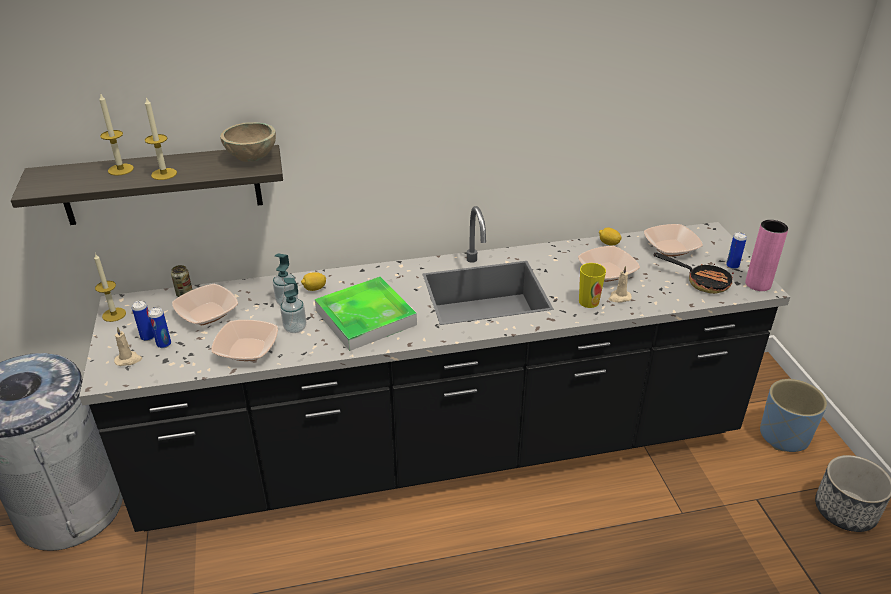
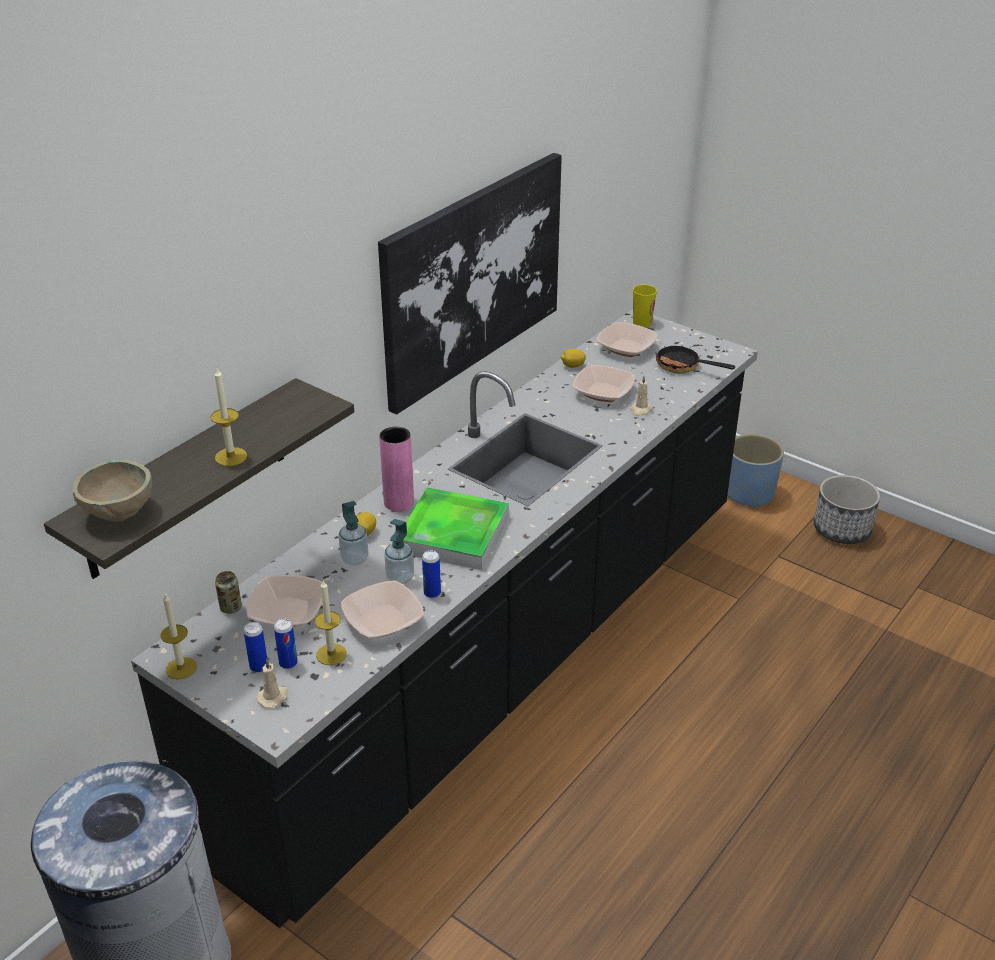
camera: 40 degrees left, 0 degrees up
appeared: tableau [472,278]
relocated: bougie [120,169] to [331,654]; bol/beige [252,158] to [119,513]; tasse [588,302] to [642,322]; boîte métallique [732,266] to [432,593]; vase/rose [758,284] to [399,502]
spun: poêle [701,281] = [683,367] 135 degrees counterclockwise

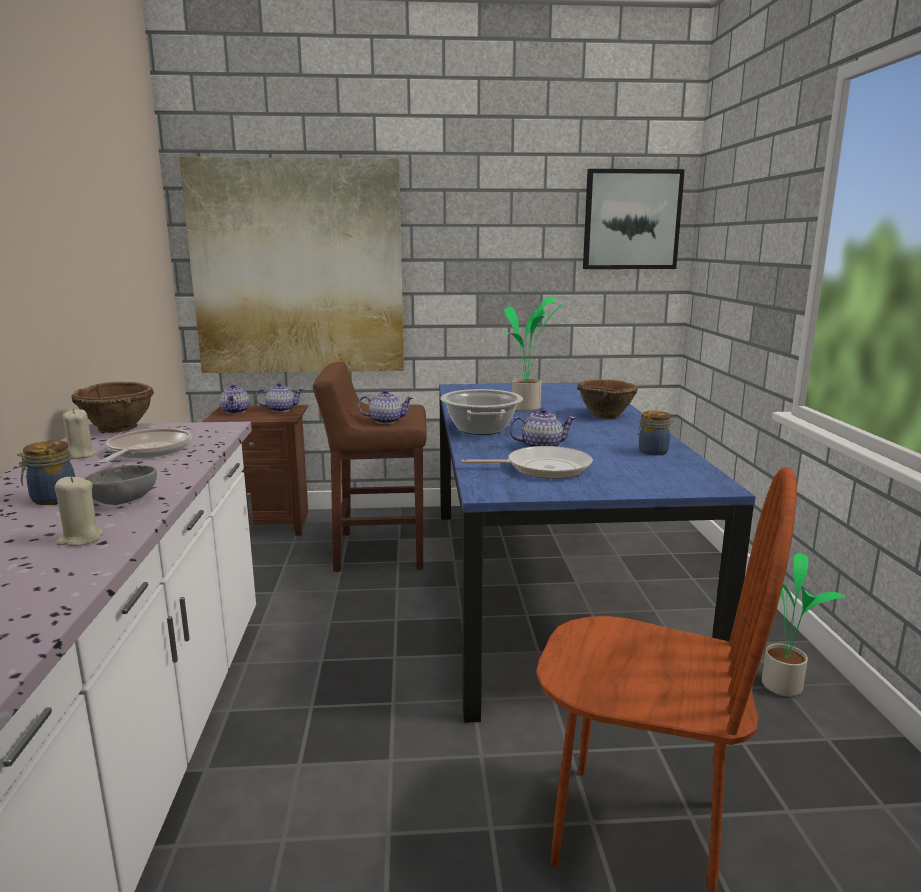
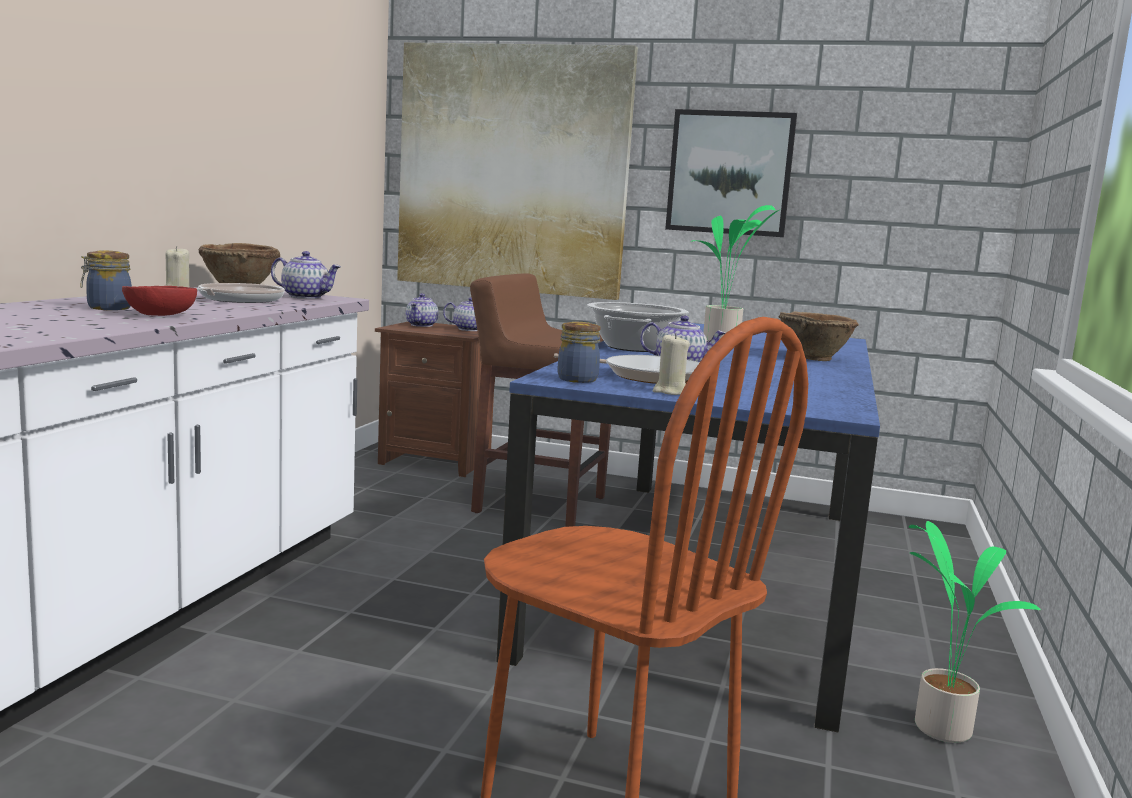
camera: 20 degrees right, 5 degrees down
relocated: bougie/beige [80,539] to [670,392]; théière [386,421] to [306,297]; tableau [631,220] to [730,173]; bocal [652,451] to [576,379]
colour: bol/gris [121,500] to bol/rouge [159,315]

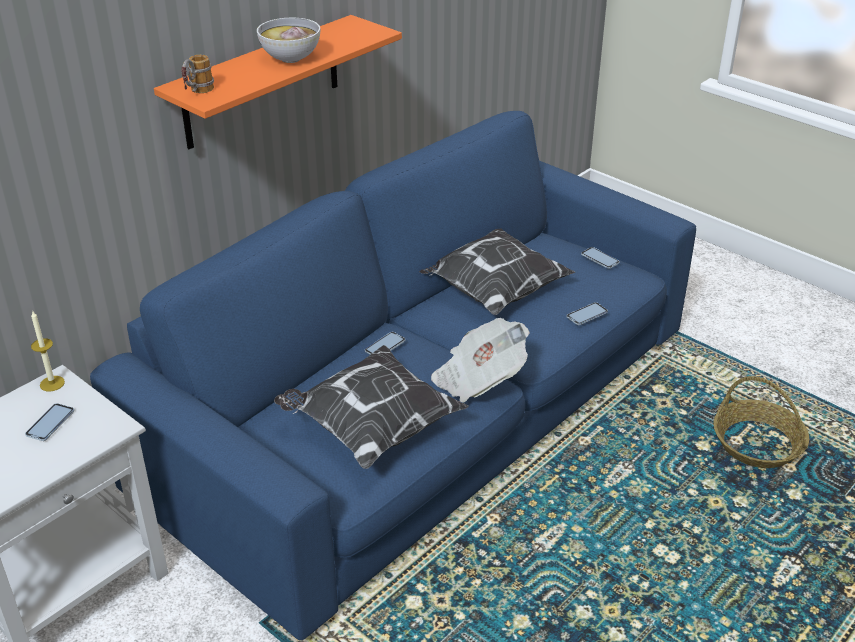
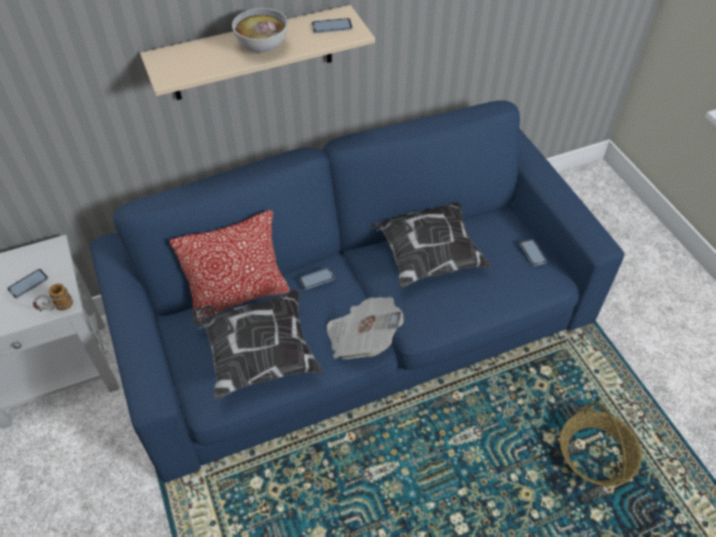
camera: 25 degrees right, 15 degrees up
missing: bougie [52,383]
appeared: coussin [239,295]
relocated: mug [197,93] to [57,309]; téléphone [587,314] to [332,27]
colour: étagère/orange [262,82] to étagère/beige [252,54]

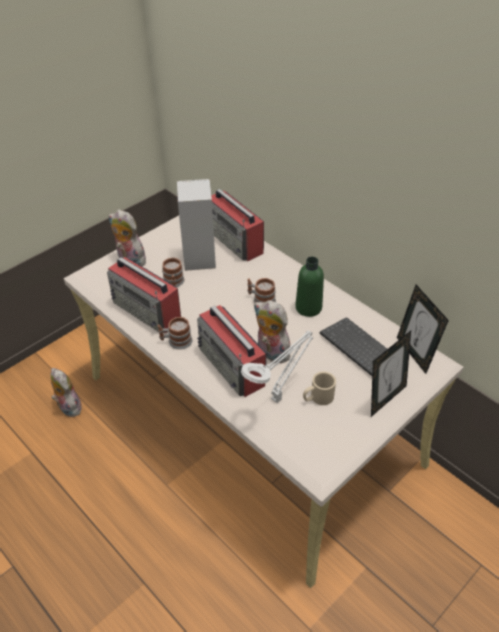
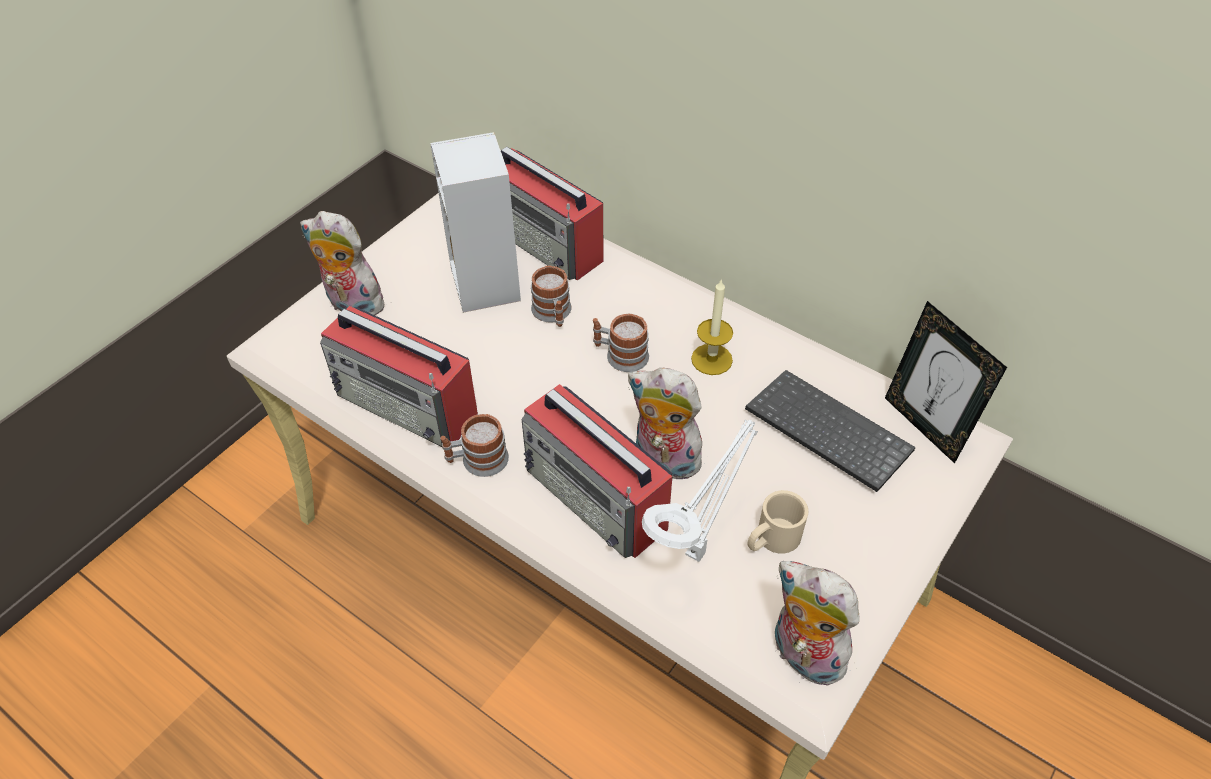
camera: 10 degrees left, 5 degrees up
missing: cadre photo [385,398]
relocated: peluche [68,407] to [802,656]; mug [174,283] to [553,314]
exchanged: bouteille/vert [308,307] to bougie [711,359]

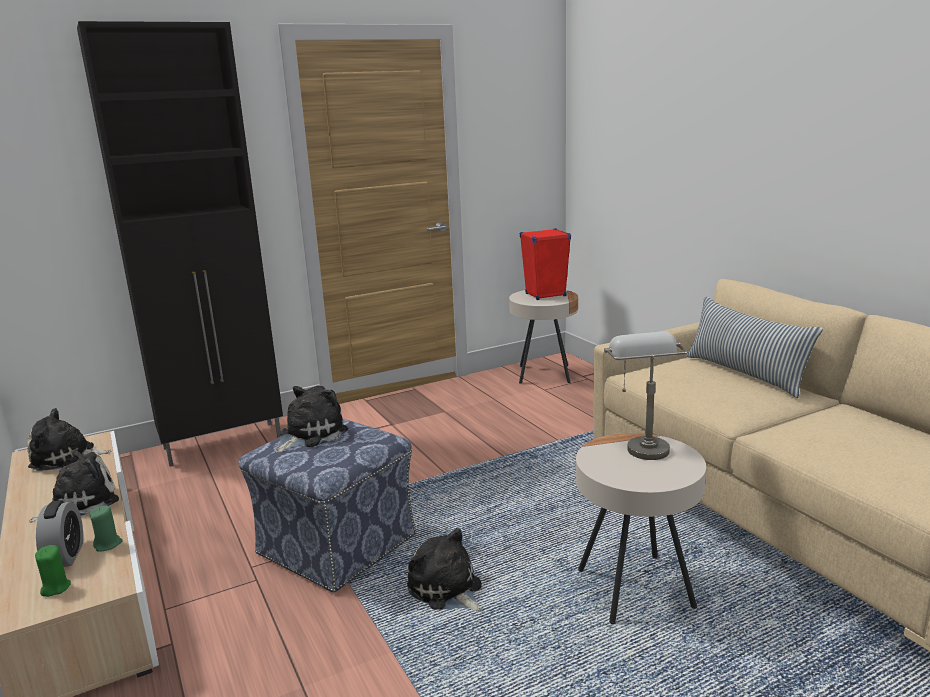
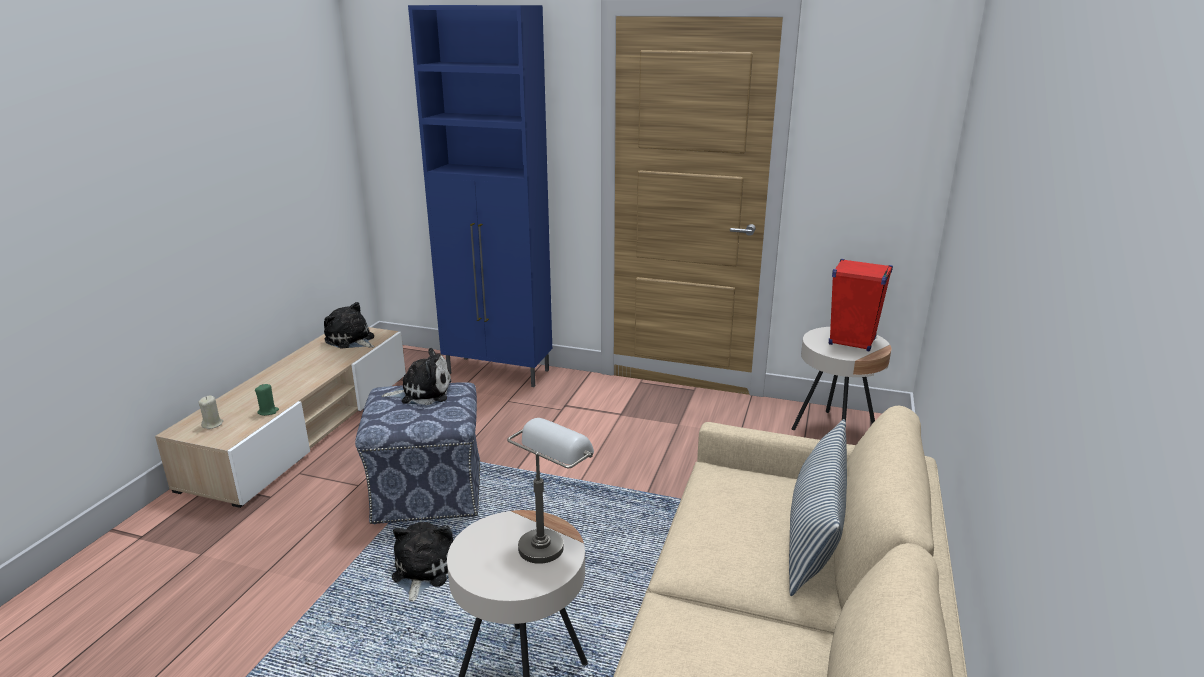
camera: 45 degrees right, 5 degrees up
missing: peluche [80,502]; réveil [65,556]
colour: bougie/vert [55,588] to bougie/beige [213,424]; meuble de rangement/noir [225,443] to meuble de rangement/bleu [499,372]

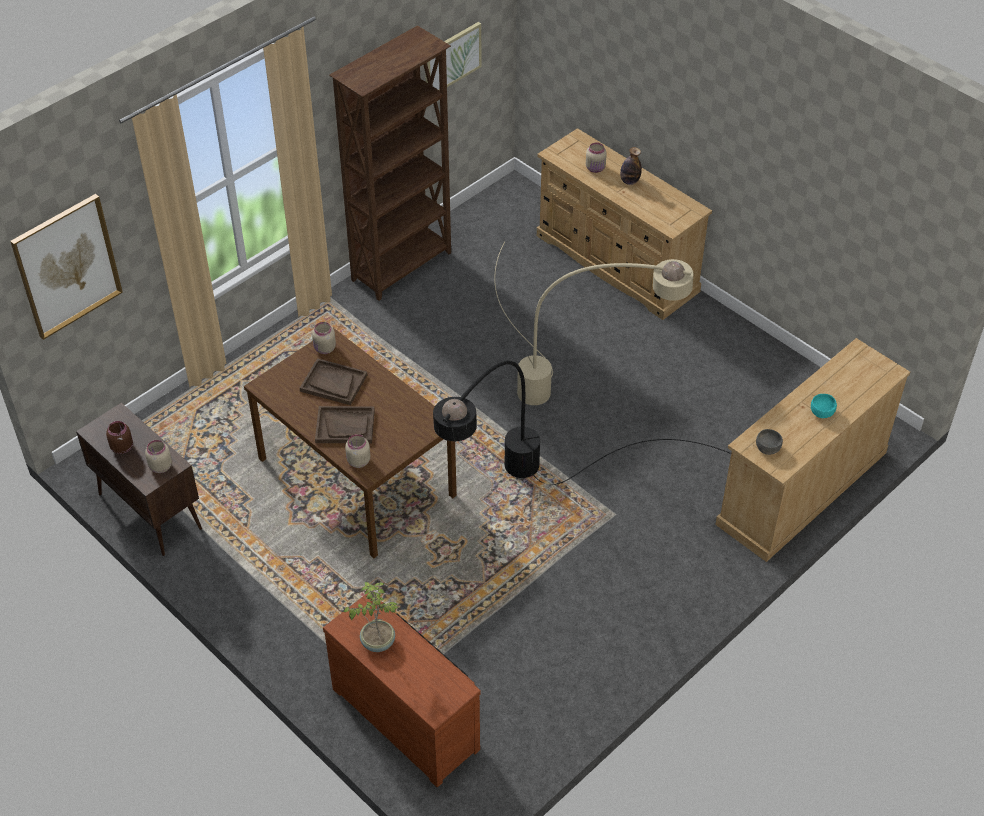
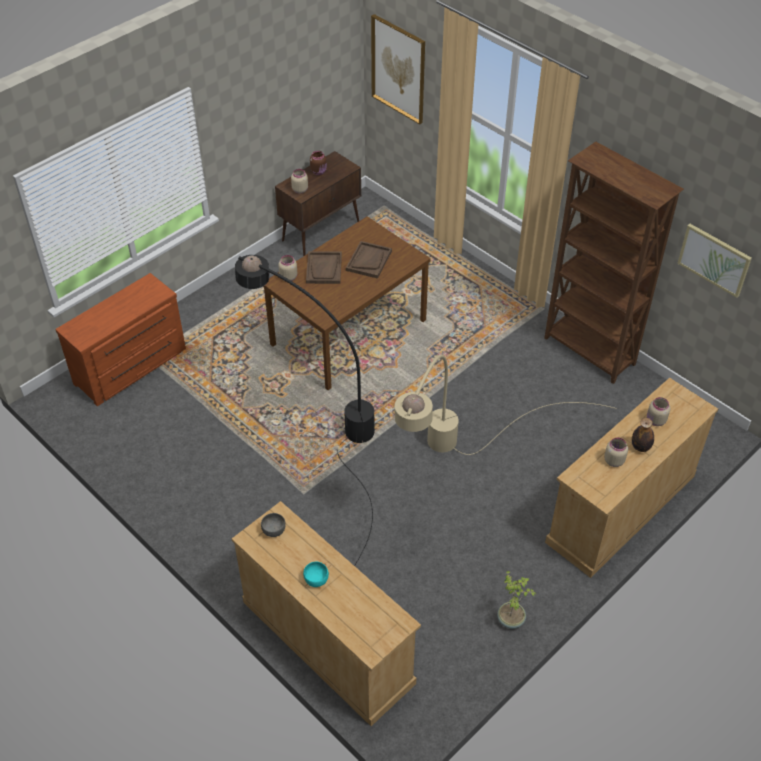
camera: 90 degrees right, 0 degrees up
relocated: bocal/beige [324,349] to [613,460]; plante en pot [377,641] to [511,619]

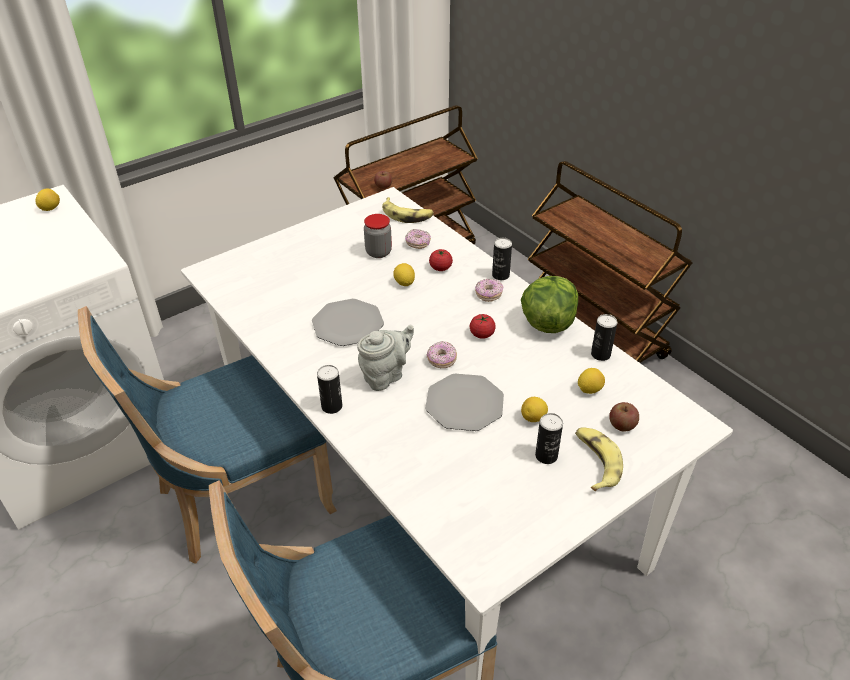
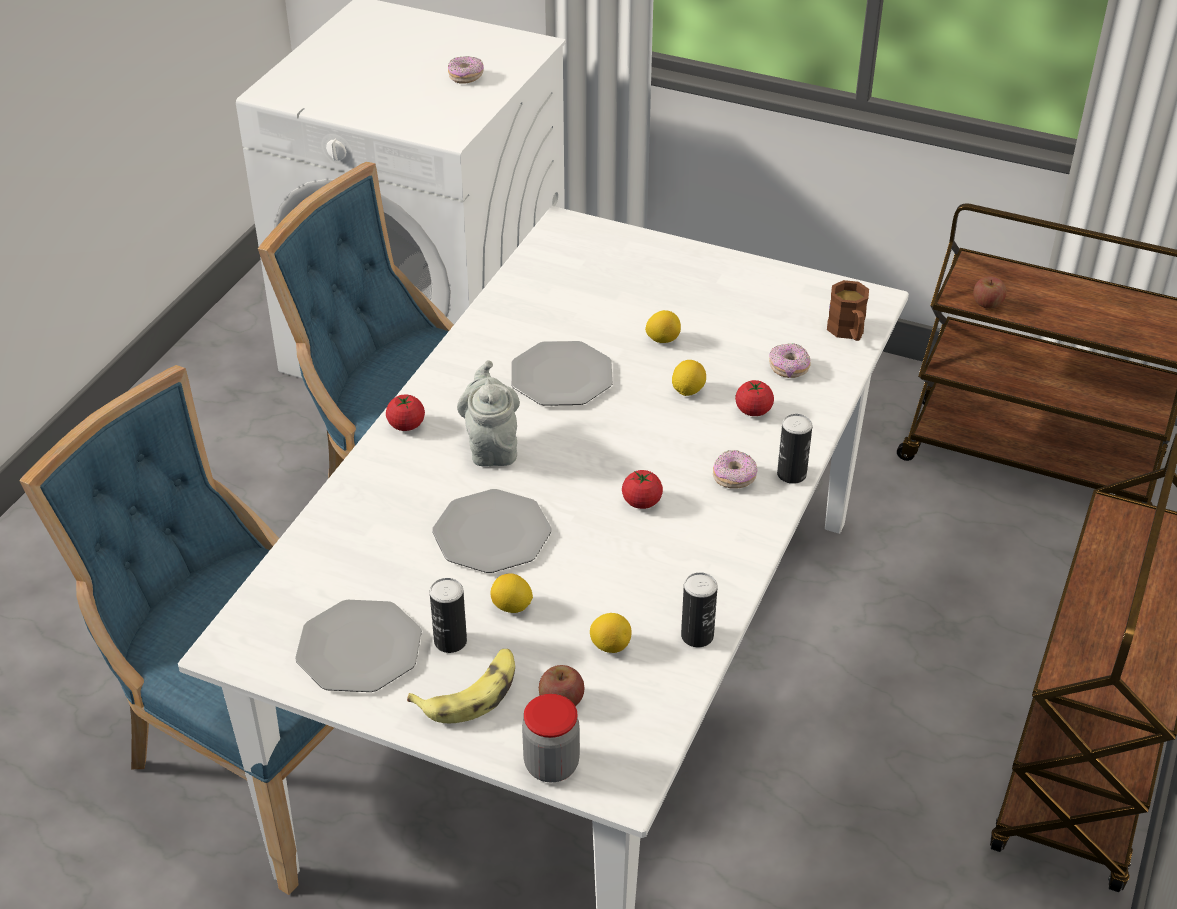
camera: 60 degrees right, 0 degrees up
missing: laitue [547,322]
appeared: assiette [359,649]
relocated: citron [50,208] to [663,339]; bocal [378,252] to [551,765]; beignet [441,360] to [466,77]
exchanged: boîte métallique [332,406] to tomate [406,425]; banane [407,215] to mug/marron [848,332]
spun: théière/gris [386,375] = [491,446] 120 degrees counterclockwise

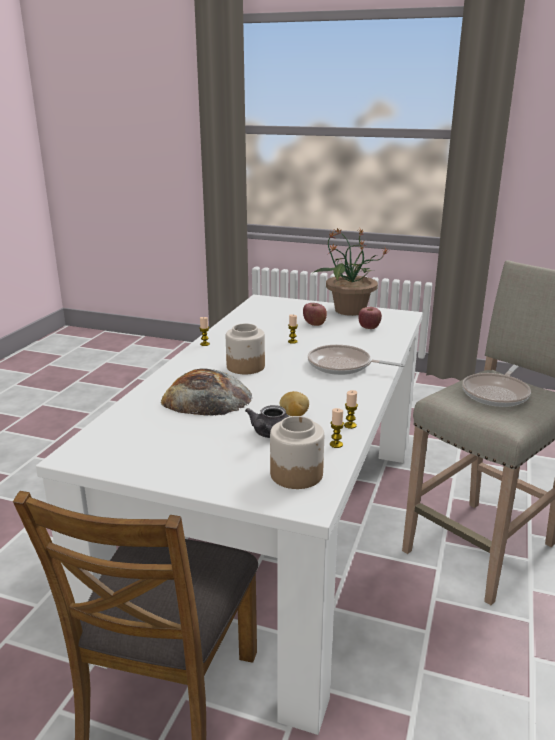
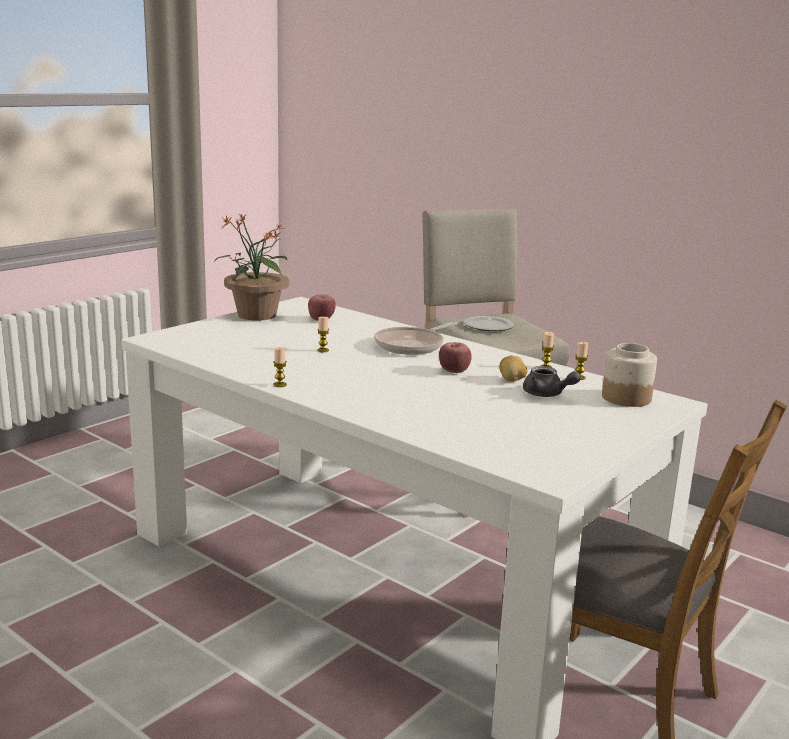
camera: 70 degrees left, 5 degrees down
missing: pain [206,398]; bocal [245,367]
relocated: pomme [314,324] to [454,371]
exchanged: poêle [497,393] to assiette [488,326]

